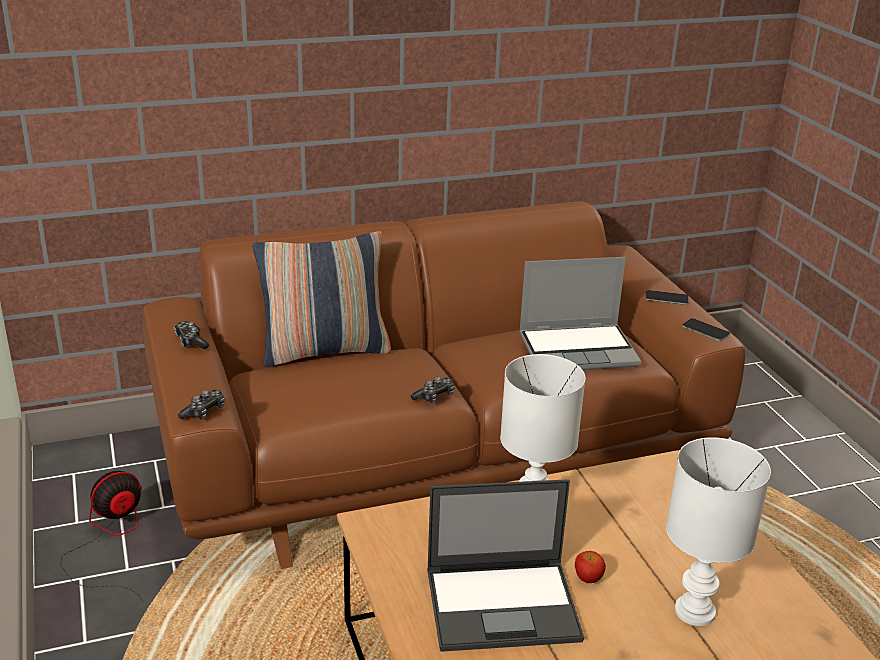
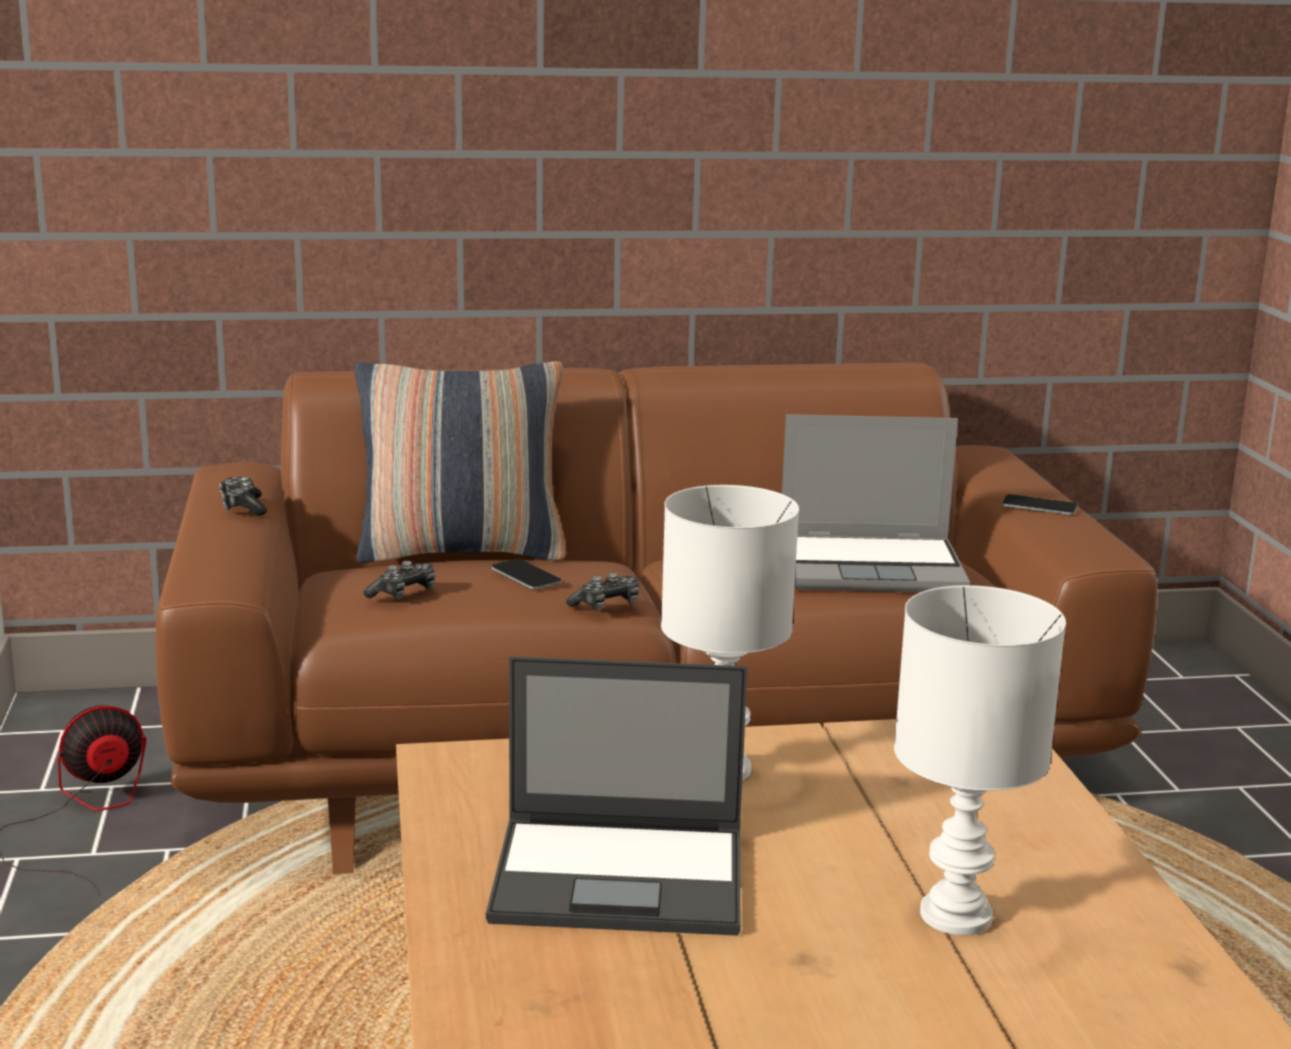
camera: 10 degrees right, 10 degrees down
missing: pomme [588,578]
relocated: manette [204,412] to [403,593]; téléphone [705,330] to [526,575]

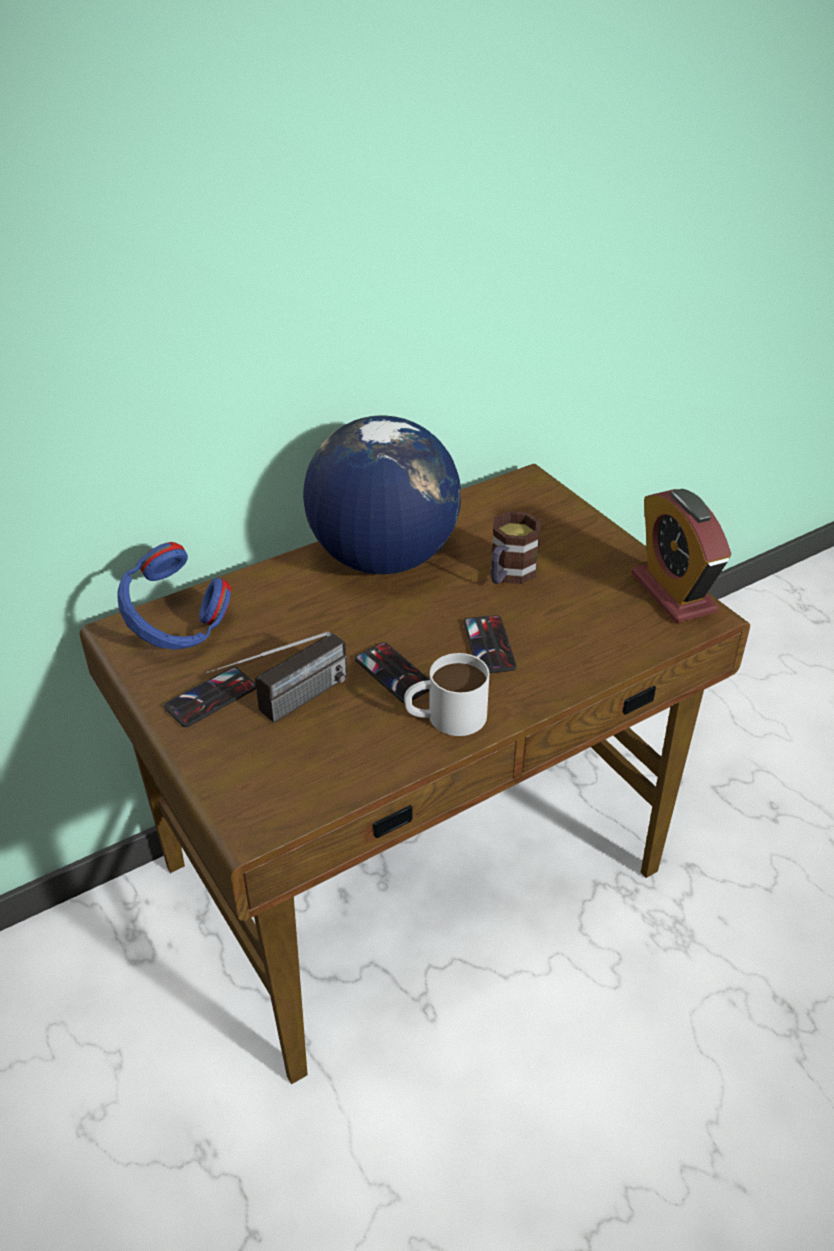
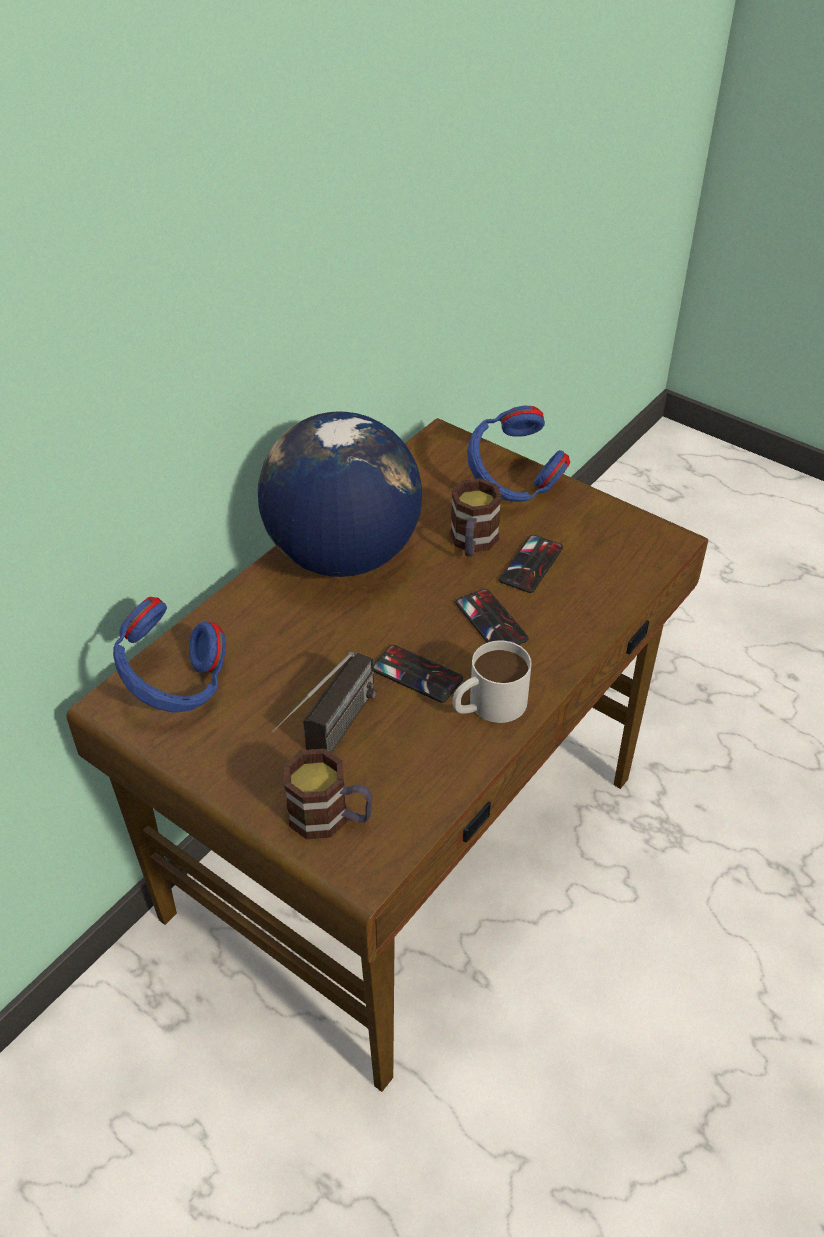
camera: 20 degrees left, 5 degrees up
missing: réveil [673,593]
appeared: mug [330,818]; casque audio/bleu [513,484]
relocated: téléphone [211,697] to [531,564]

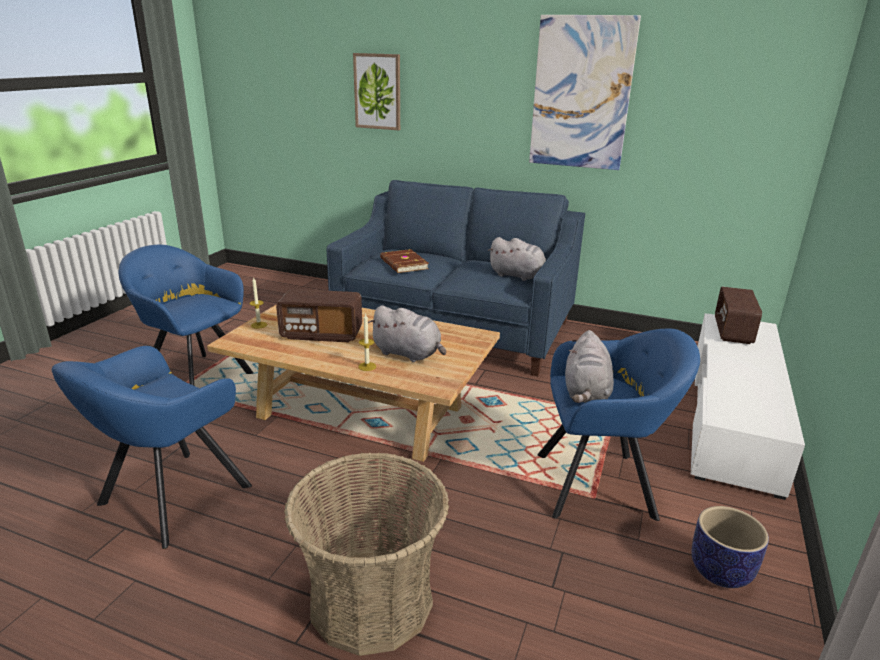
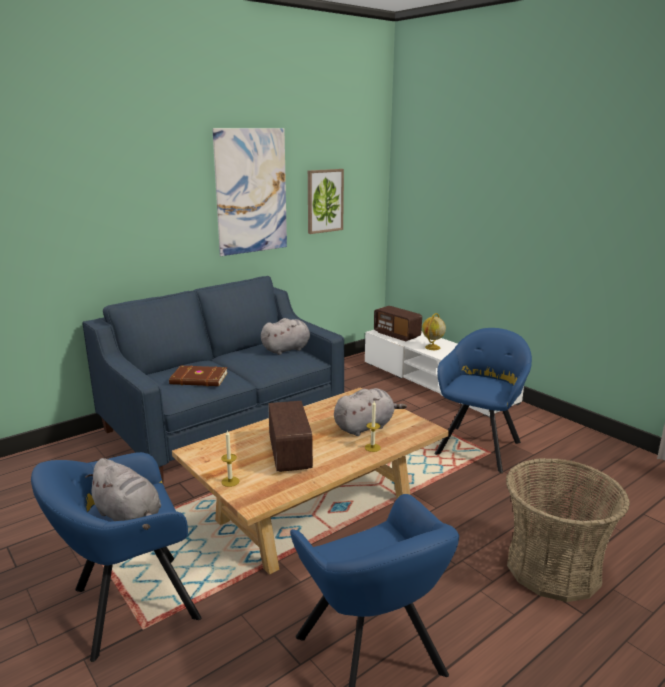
camera: 60 degrees left, 5 degrees down
missing: cache-pot [720,571]
appeared: globe [432,348]
relocated: tableau [378,91] to [324,201]; peluche/gris [586,393] to [129,517]
spun: radio [322,334] = [289,454] 45 degrees counterclockwise

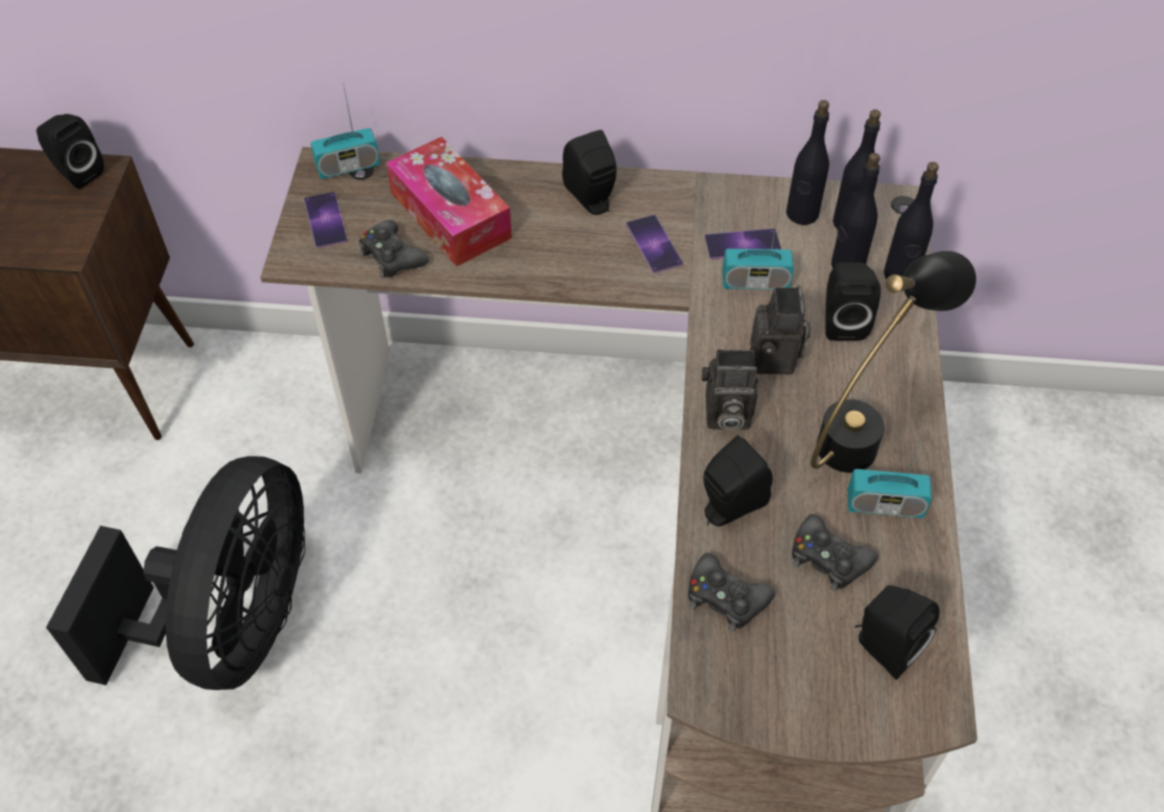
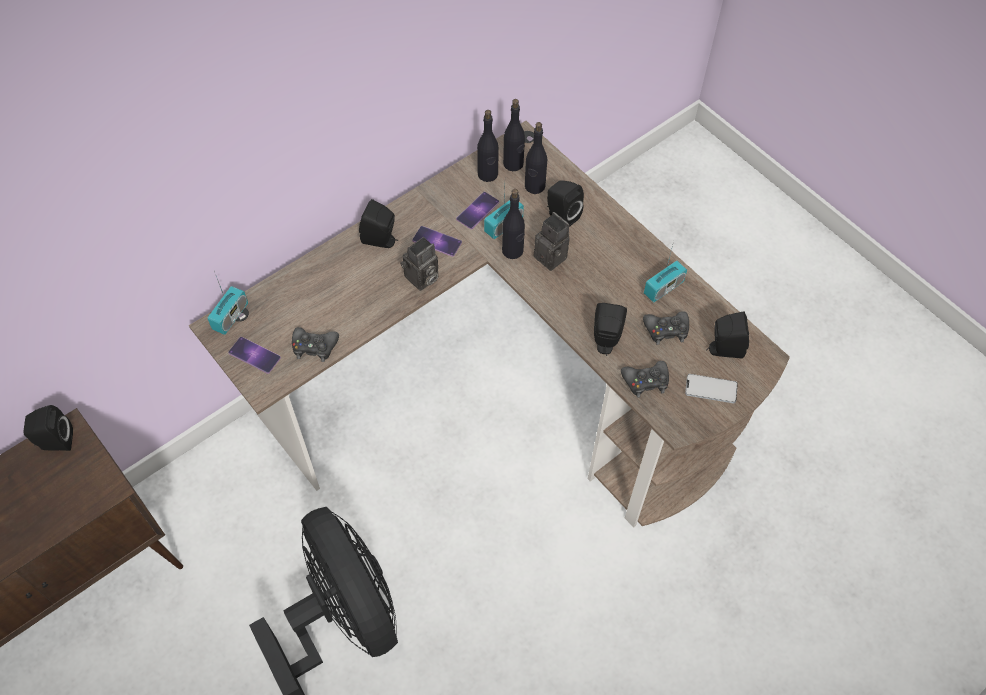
camera: 45 degrees left, 5 degrees up
missing: boîte à mouchoirs [450,215]; lampe de table/noir [864,430]
appeared: téléphone [711,389]
relocated: appareil photo [724,415] to [421,279]; bouteille/noir [900,275] to [513,251]

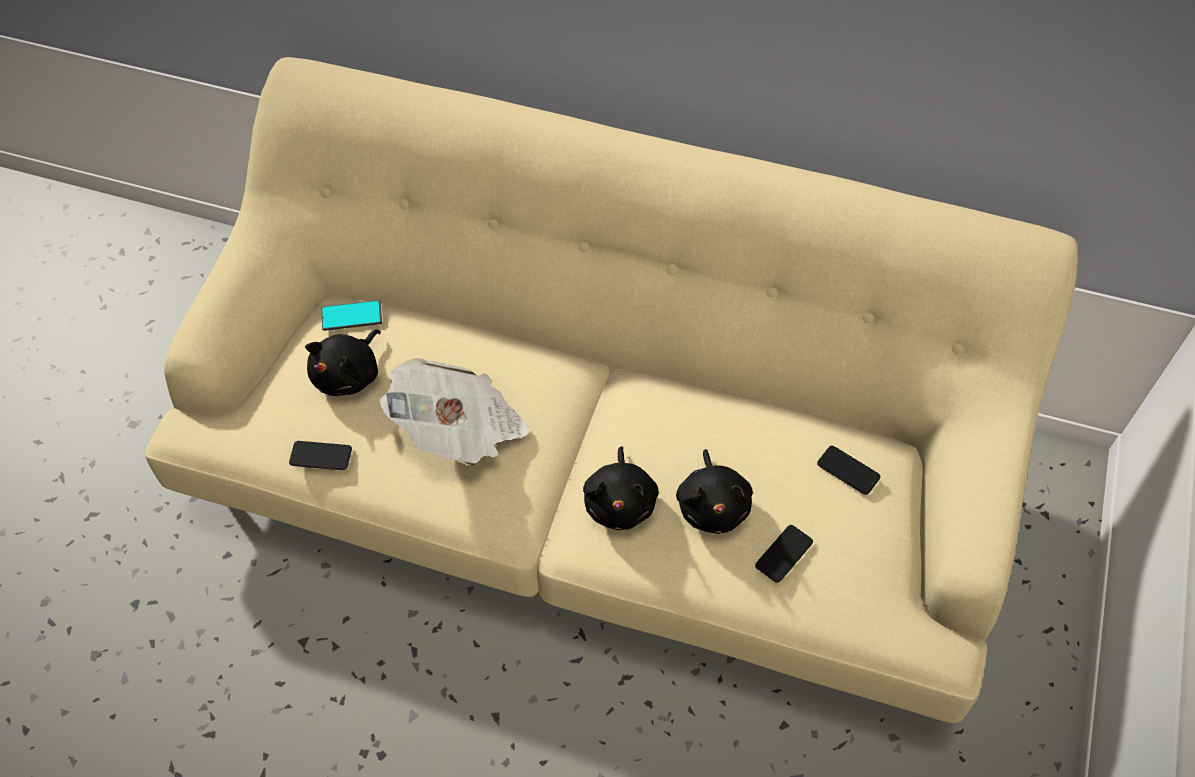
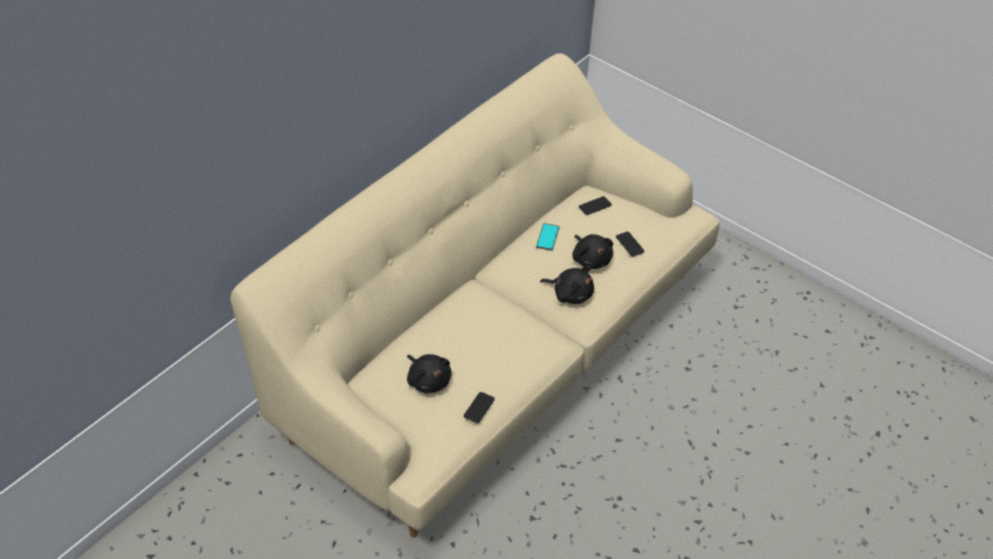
camera: 70 degrees left, 10 degrees down
missing: journal [460,430]
relocated: téléphone [352,316] to [547,237]
spun: peluche/noir [713,505] = [591,259] 45 degrees clockwise

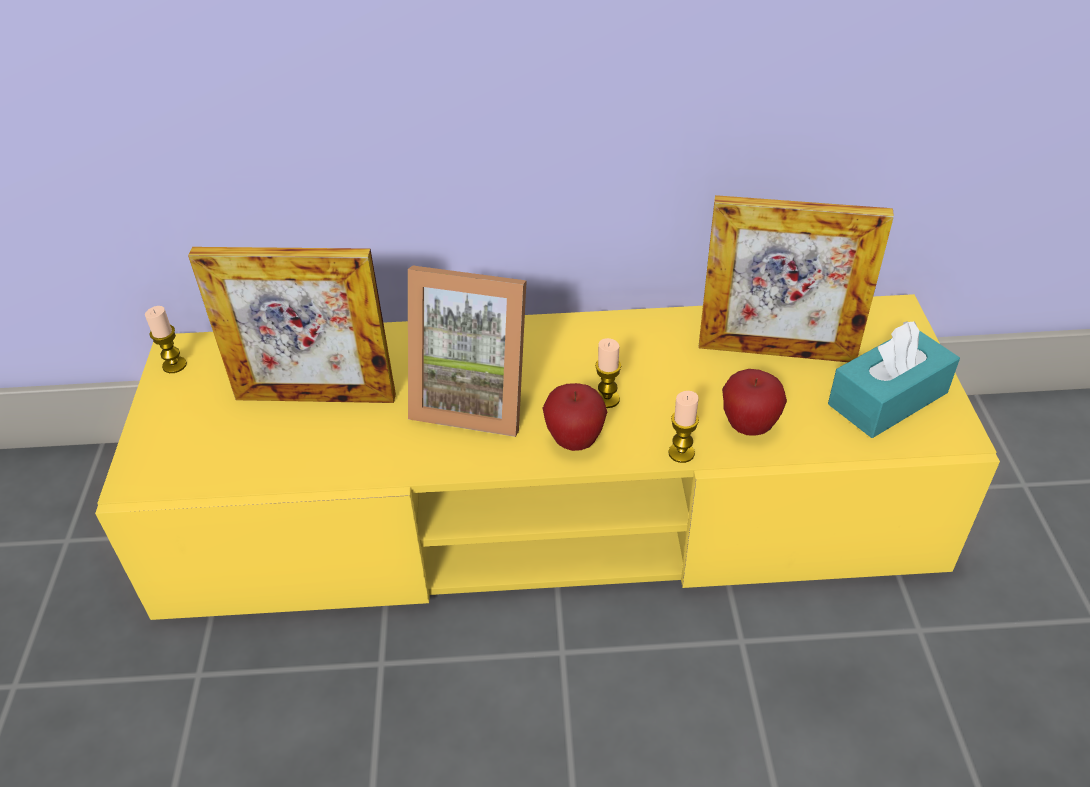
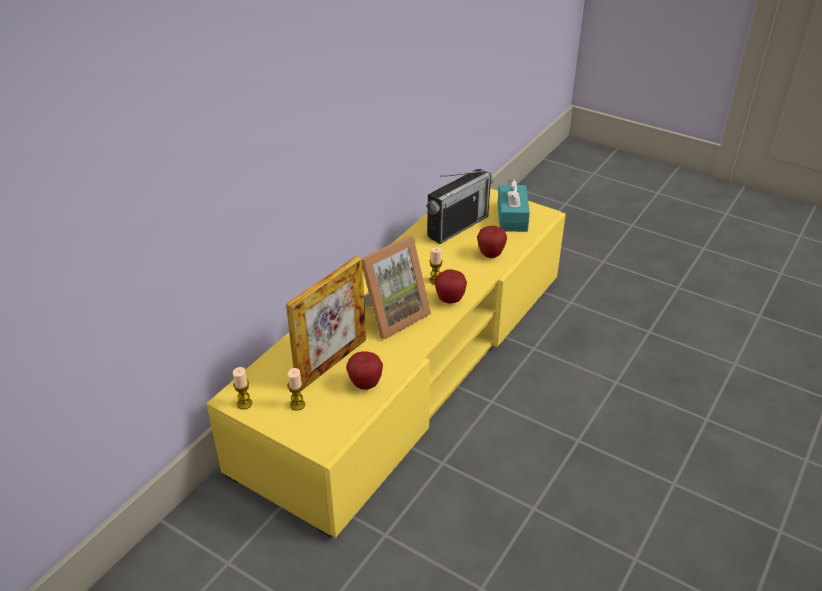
camera: 55 degrees left, 5 degrees down
appeared: pomme [365,384]
relocated: bougie [681,453] to [297,405]
exchanged: cadre photo [776,351] to radio [458,226]

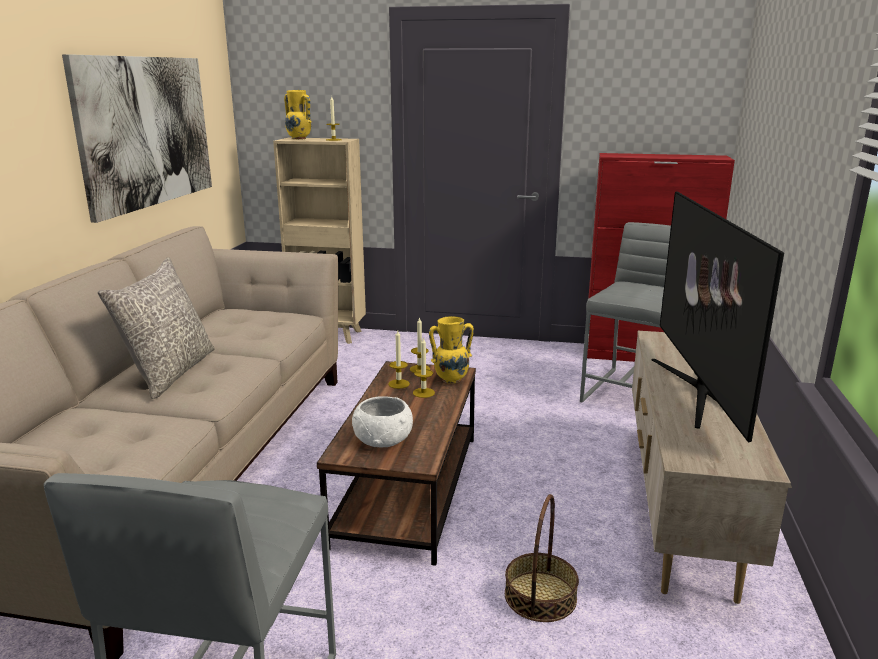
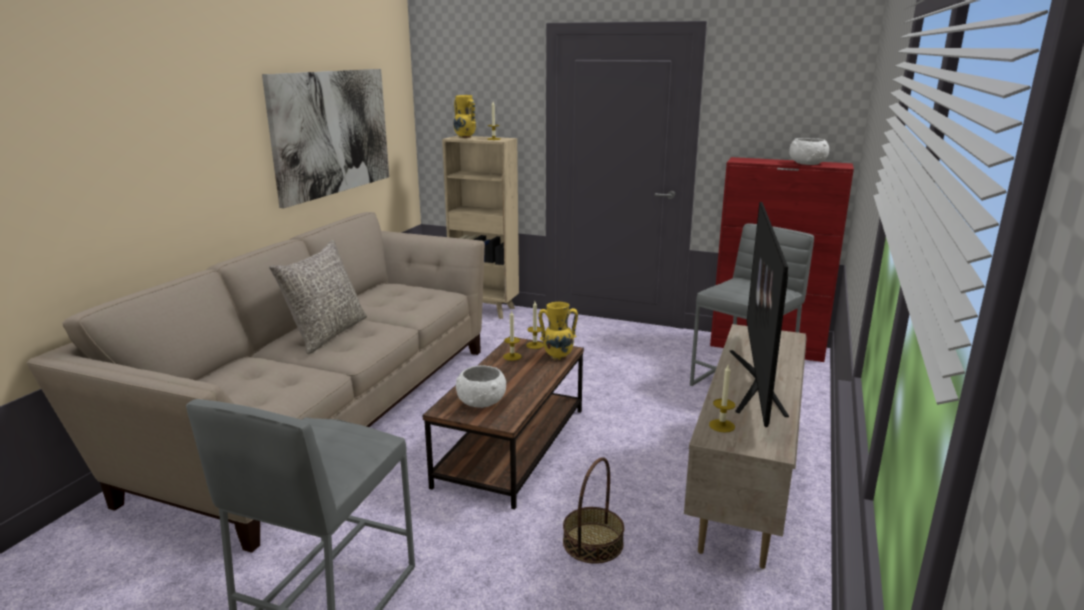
camera: 10 degrees right, 0 degrees up
appeared: bol/blanc [807,163]
relocated: bougie [423,393] to [722,426]

